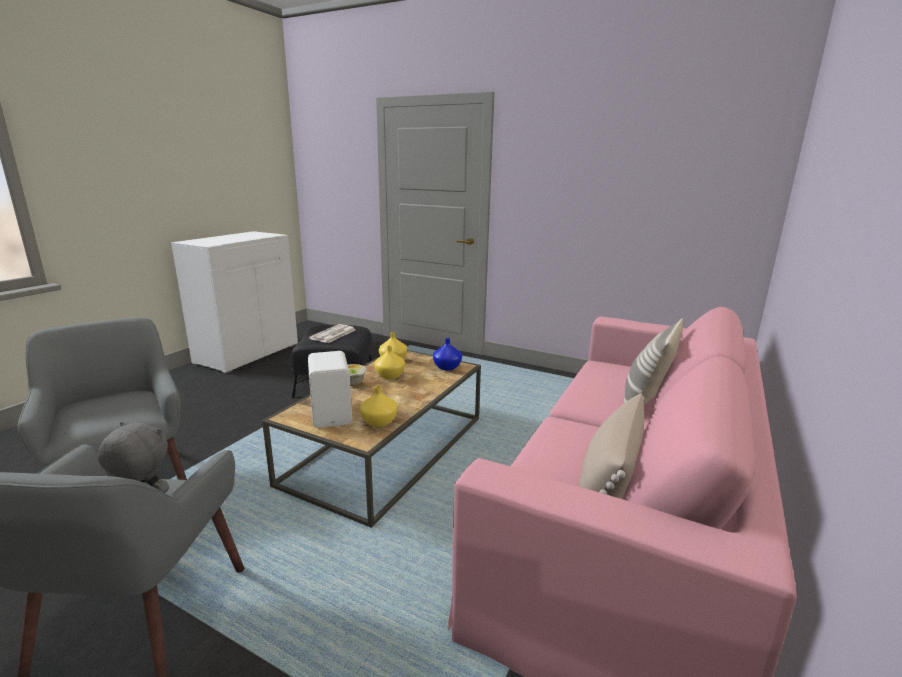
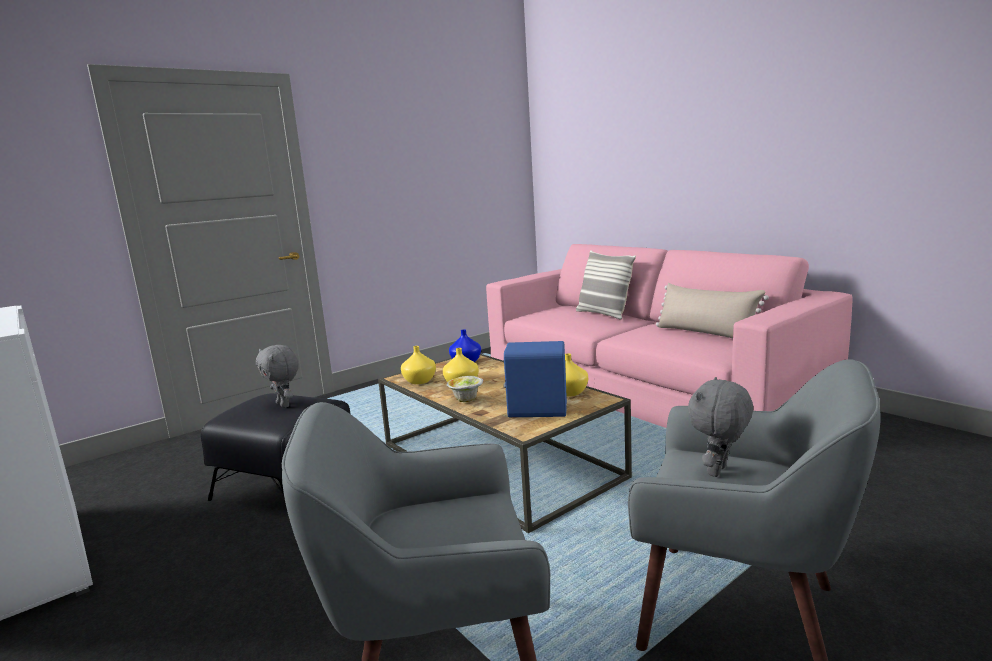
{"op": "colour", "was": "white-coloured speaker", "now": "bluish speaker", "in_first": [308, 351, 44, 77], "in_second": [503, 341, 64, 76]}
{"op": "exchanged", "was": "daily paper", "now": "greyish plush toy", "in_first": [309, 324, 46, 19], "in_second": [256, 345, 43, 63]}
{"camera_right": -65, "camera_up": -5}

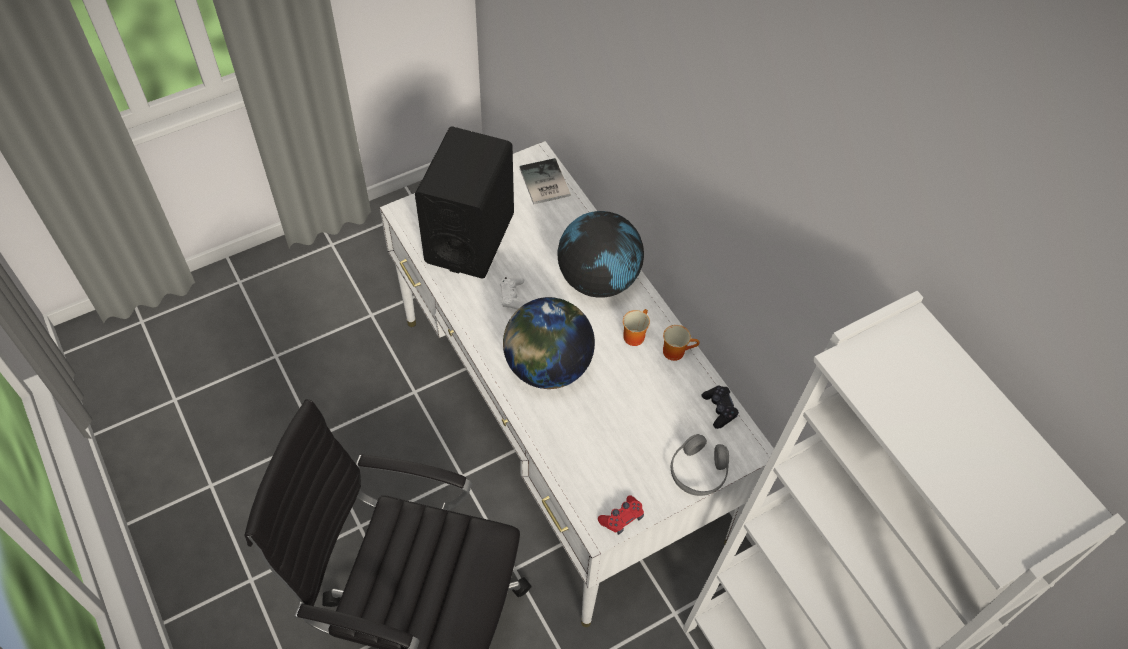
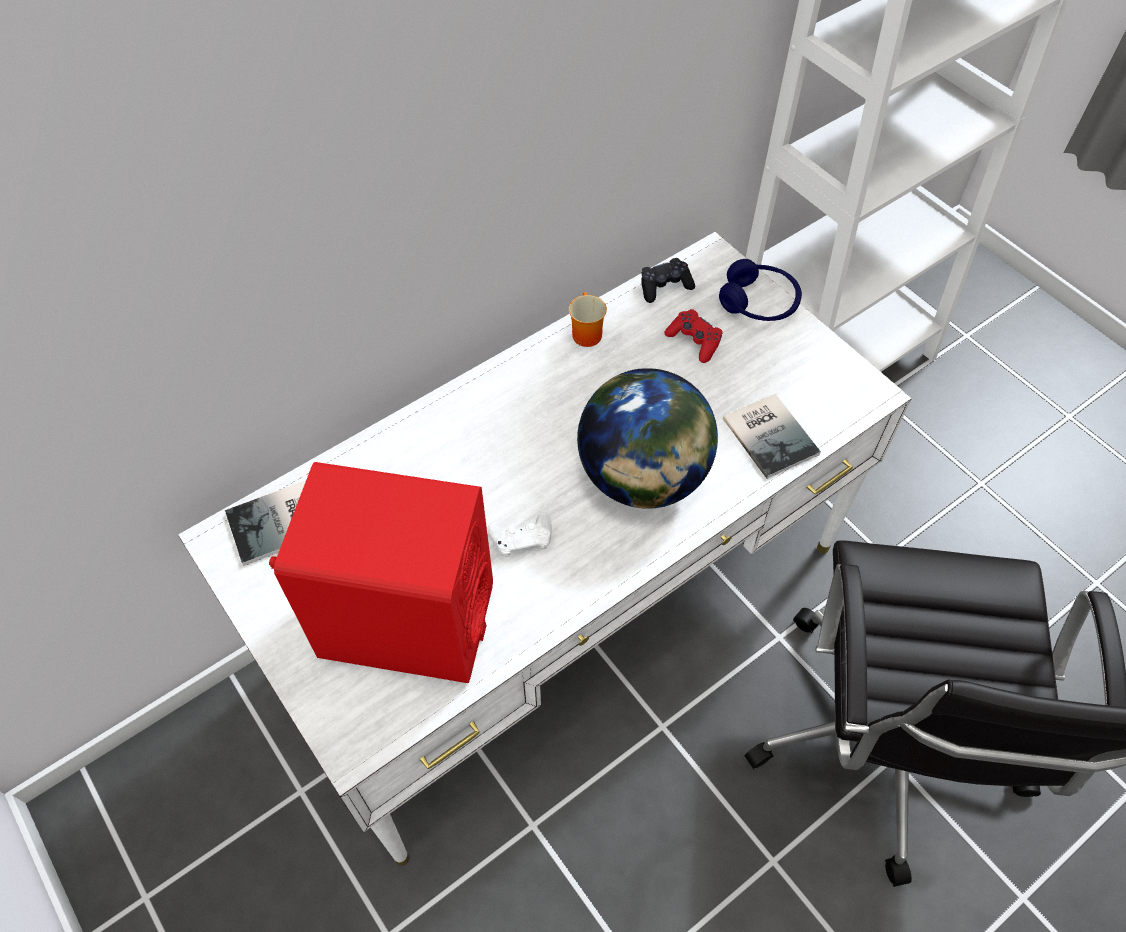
{"op": "colour", "was": "blackish speaker", "now": "red-coloured speaker", "in_first": [415, 126, 99, 152], "in_second": [269, 462, 224, 221]}
{"op": "missing", "was": "globe", "in_first": [557, 211, 87, 87]}
{"op": "relocated", "was": "red-coloured gamepad", "in_first": [598, 495, 46, 40], "in_second": [664, 309, 59, 54]}
{"op": "missing", "was": "mug", "in_first": [623, 309, 27, 37]}
{"op": "colour", "was": "greyish headphones", "now": "bluish headphones", "in_first": [671, 434, 58, 62], "in_second": [719, 259, 83, 62]}
{"op": "appeared", "now": "volume", "in_second": [723, 394, 98, 85]}
{"camera_right": -95, "camera_up": 0}

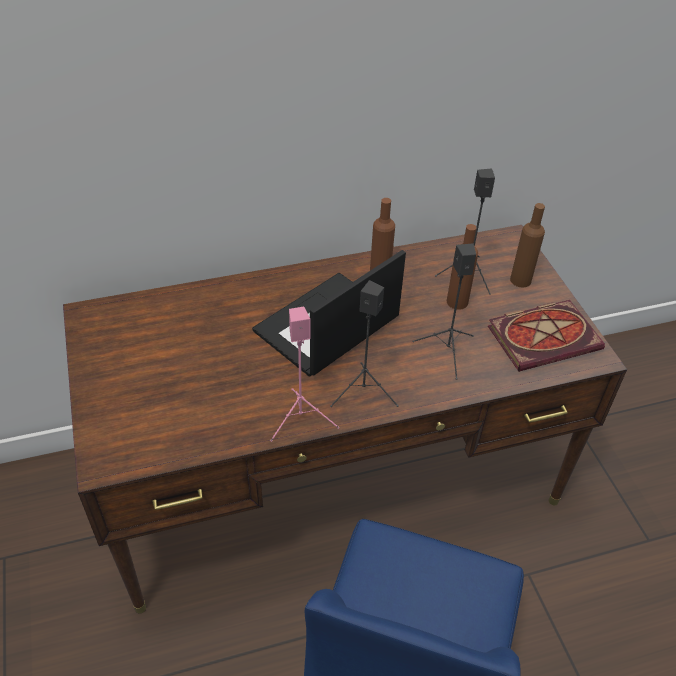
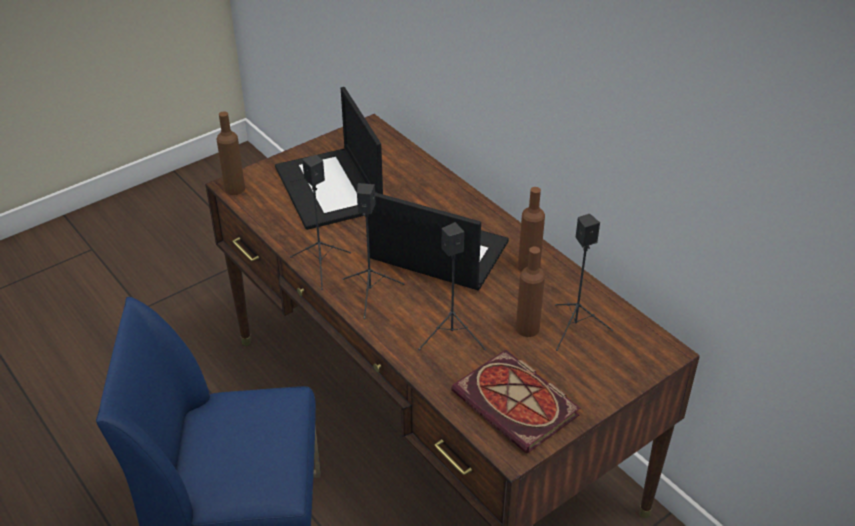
{"op": "colour", "was": "pink-coloured speaker", "now": "blackish speaker", "in_first": [270, 307, 69, 135], "in_second": [290, 155, 61, 135]}
{"op": "relocated", "was": "brownish drink bottle", "in_first": [510, 203, 35, 84], "in_second": [217, 111, 28, 84]}
{"op": "appeared", "now": "notebook computer", "in_second": [275, 87, 108, 143]}
{"camera_right": 70, "camera_up": -5}

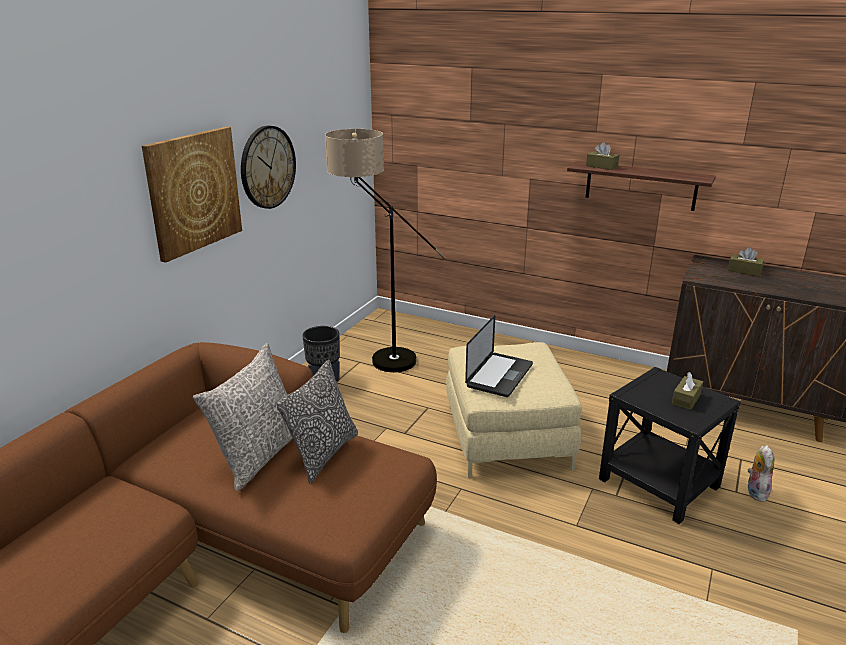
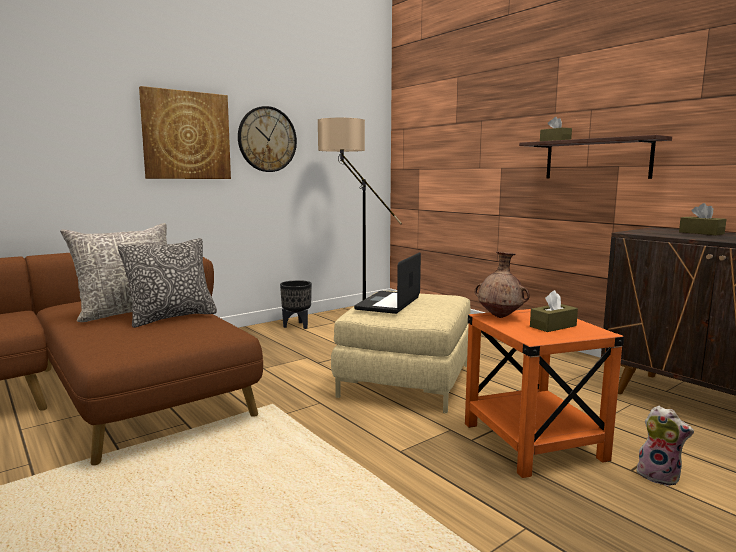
{"op": "spun", "was": "notebook computer", "in_first": [465, 315, 68, 82], "in_second": [354, 252, 67, 62], "clockwise": 150}
{"op": "colour", "was": "blackish side table", "now": "orange-coloured side table", "in_first": [599, 367, 142, 157], "in_second": [465, 309, 159, 169]}
{"op": "spun", "was": "plush toy", "in_first": [746, 445, 28, 57], "in_second": [636, 406, 58, 80], "clockwise": 90}
{"op": "appeared", "now": "brownish flower vase", "in_second": [475, 251, 55, 67]}
{"camera_right": 25, "camera_up": -15}

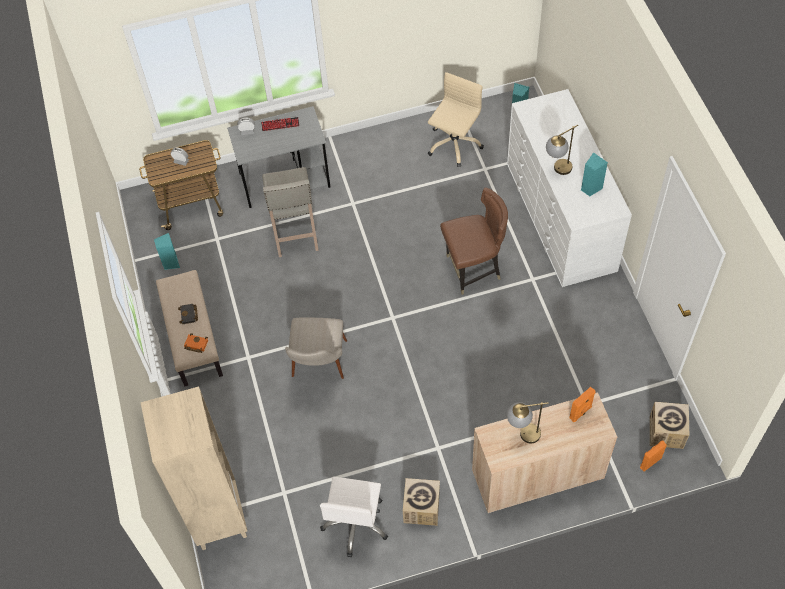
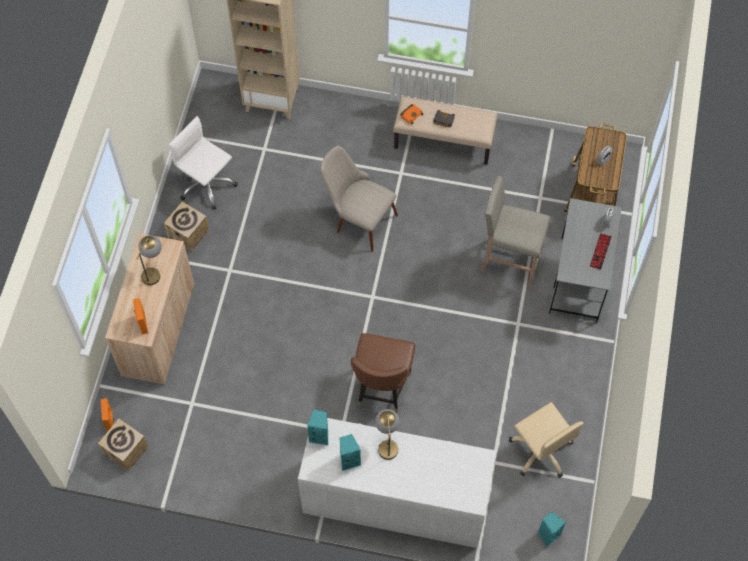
{"op": "relocated", "was": "turquoise-coloured speaker", "in_first": [154, 233, 26, 37], "in_second": [307, 410, 21, 35]}
{"camera_right": 115, "camera_up": 5}

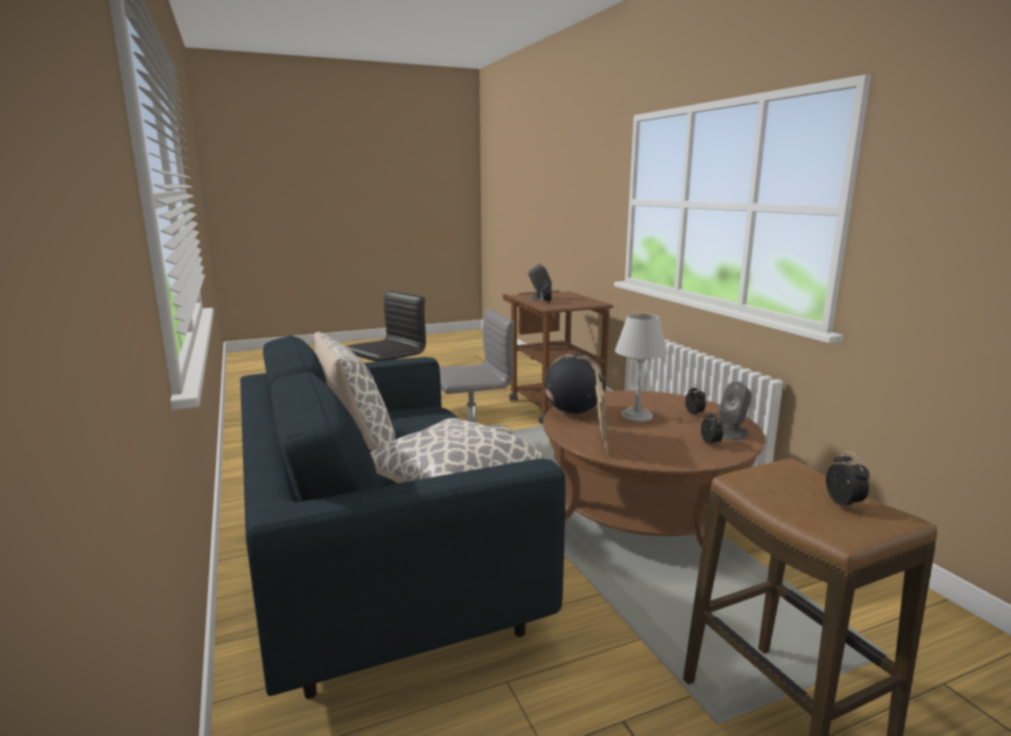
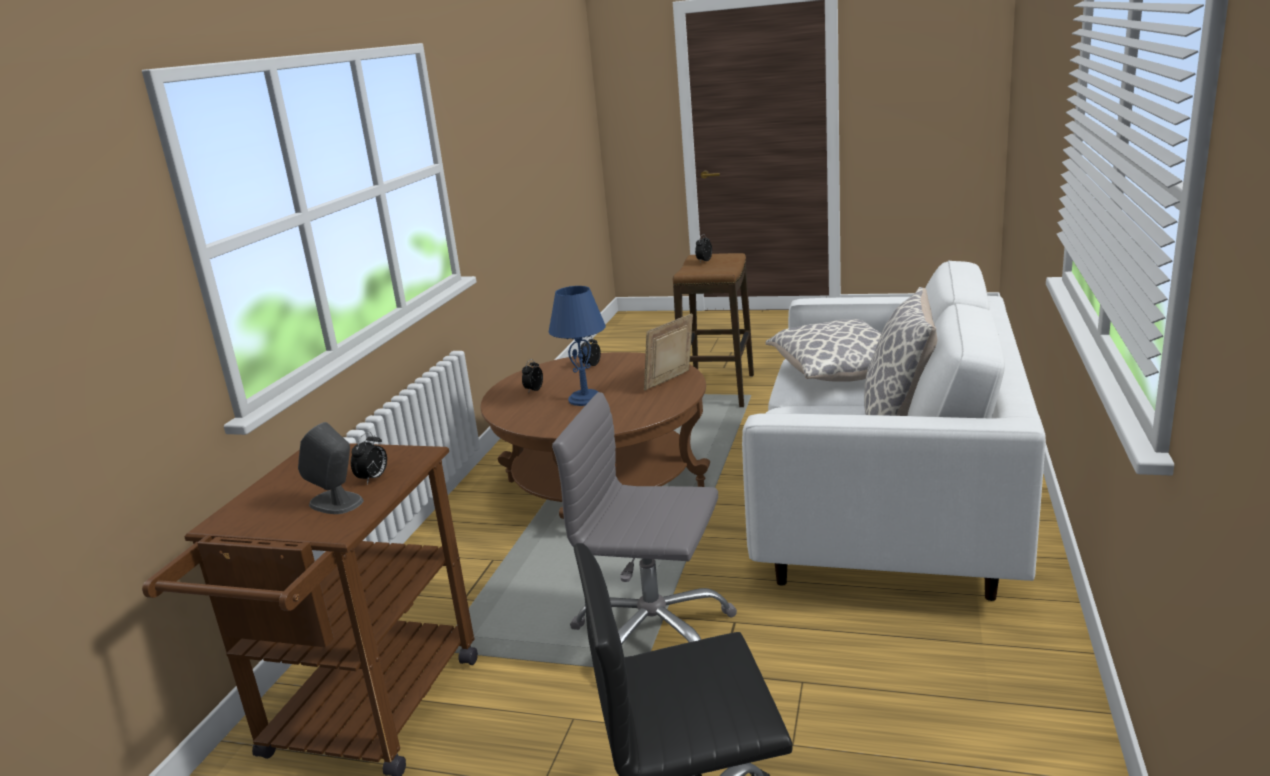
{"op": "colour", "was": "bluish couch", "now": "white-coloured couch", "in_first": [240, 336, 326, 363], "in_second": [742, 260, 304, 341]}
{"op": "missing", "was": "globe", "in_first": [544, 353, 61, 61]}
{"op": "colour", "was": "greyish lamp for a table", "now": "bluish lamp for a table", "in_first": [615, 314, 53, 108], "in_second": [549, 286, 57, 120]}
{"op": "missing", "was": "greyish speaker", "in_first": [719, 381, 32, 59]}
{"camera_right": -140, "camera_up": 5}

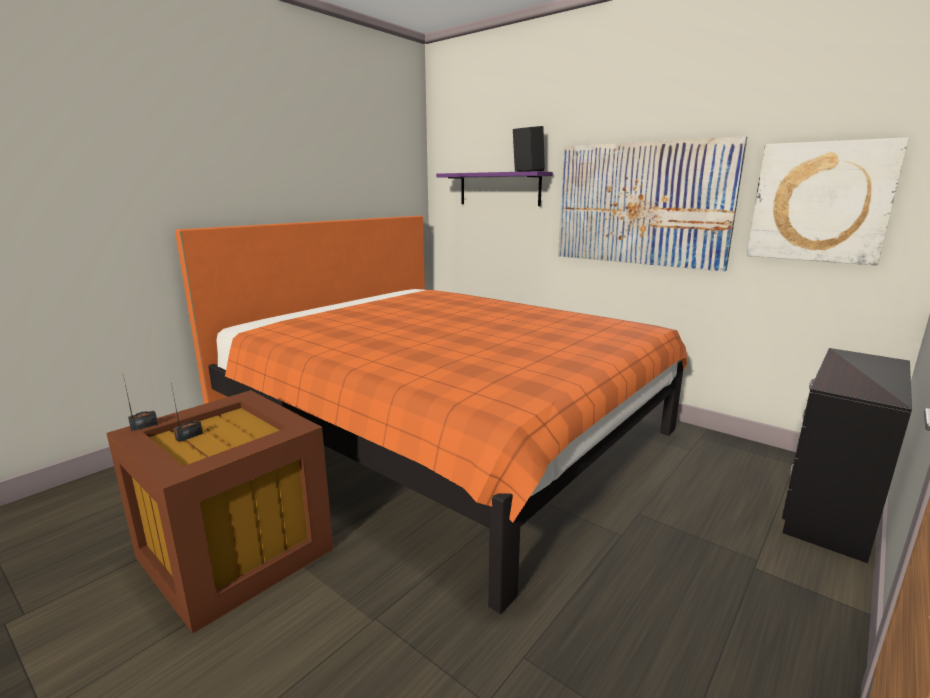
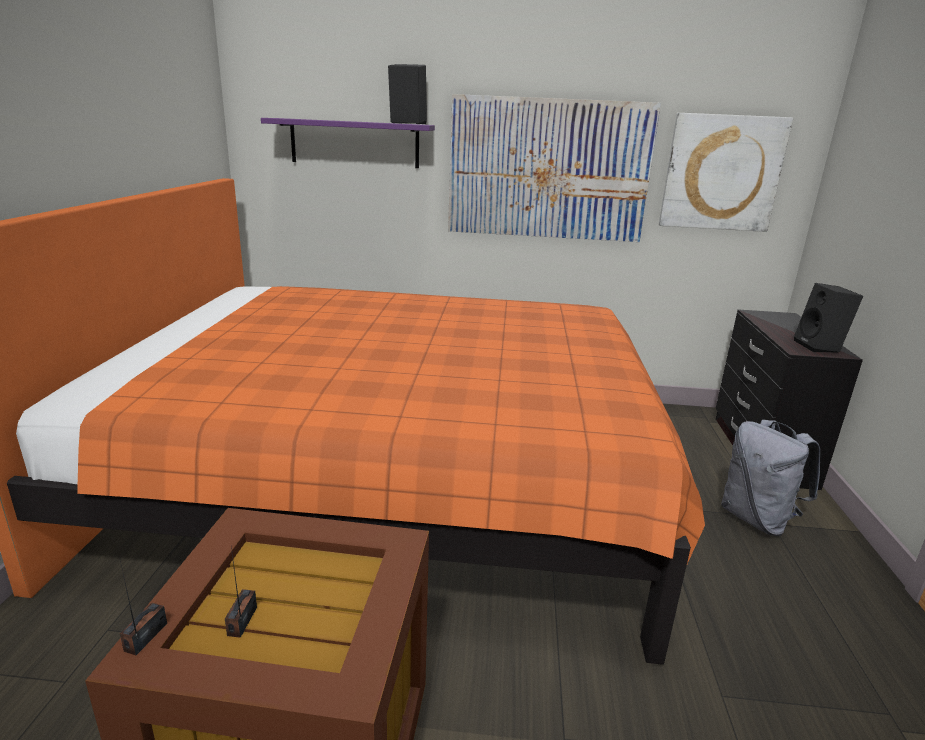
{"op": "appeared", "now": "greyish knapsack", "in_second": [721, 419, 99, 117]}
{"op": "appeared", "now": "blackish speaker", "in_second": [794, 283, 69, 70]}
{"camera_right": -35, "camera_up": 5}

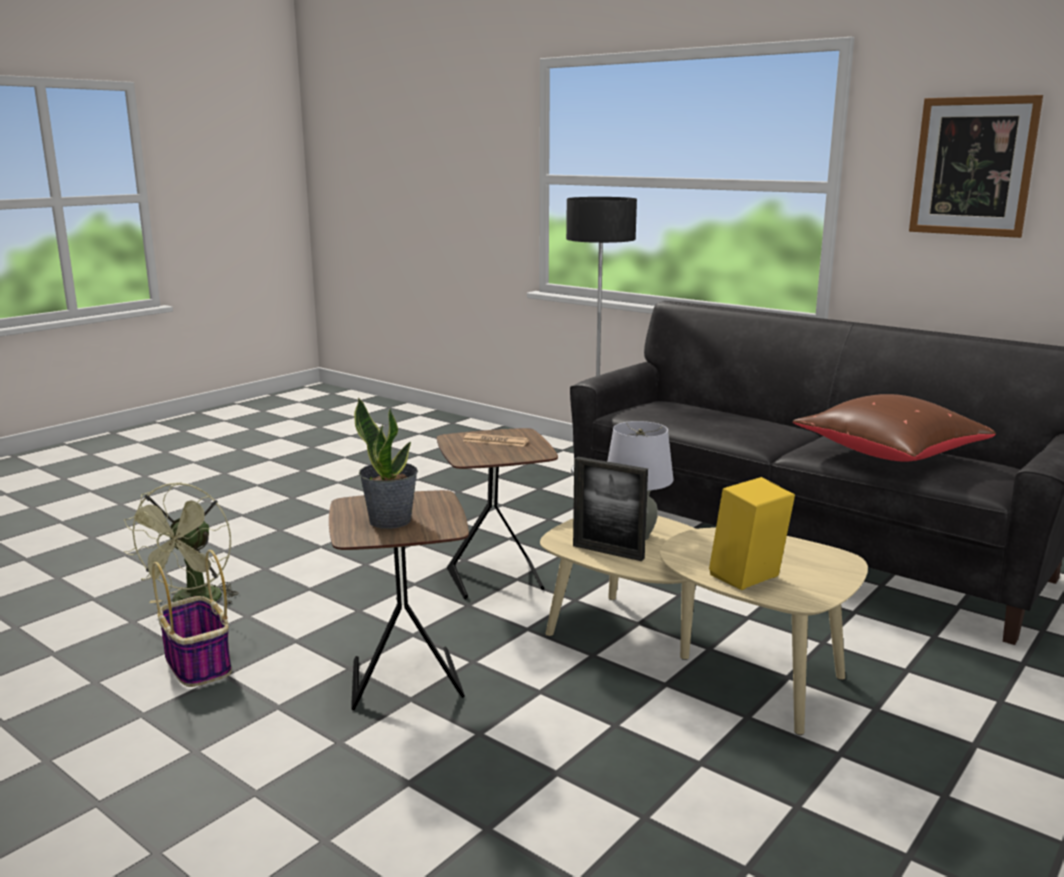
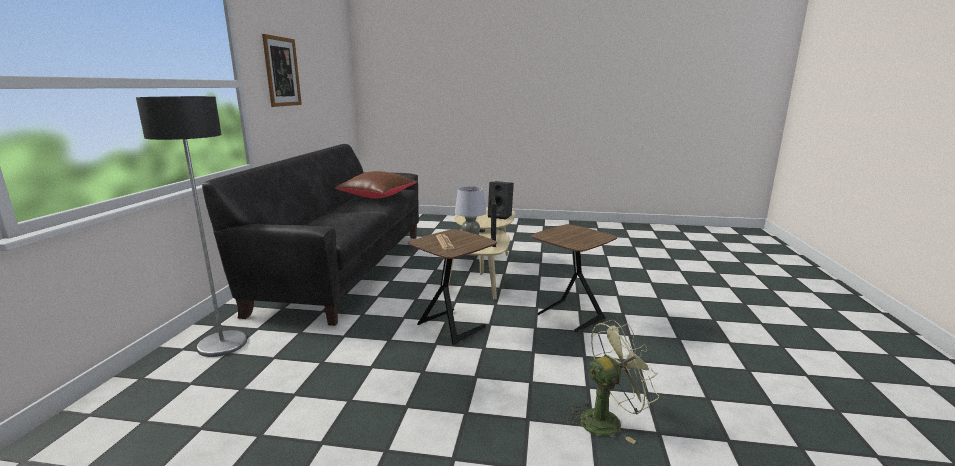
{"op": "missing", "was": "basket", "in_first": [152, 550, 80, 137]}
{"op": "missing", "was": "potted plant", "in_first": [354, 397, 64, 132]}
{"op": "colour", "was": "yellowish speaker", "now": "blackish speaker", "in_first": [709, 477, 86, 113], "in_second": [488, 181, 26, 38]}
{"camera_right": -120, "camera_up": 0}

